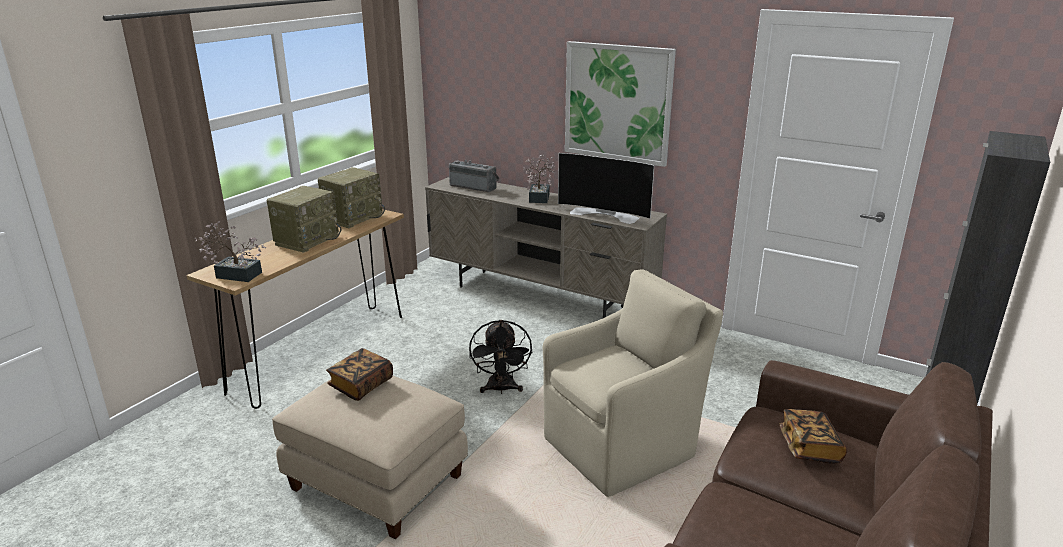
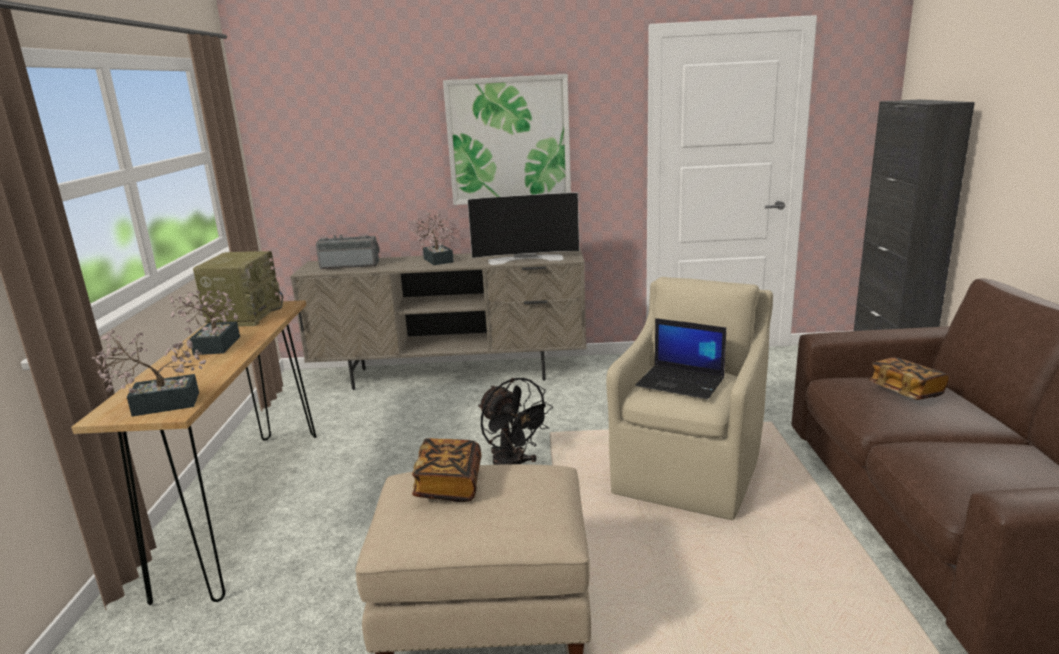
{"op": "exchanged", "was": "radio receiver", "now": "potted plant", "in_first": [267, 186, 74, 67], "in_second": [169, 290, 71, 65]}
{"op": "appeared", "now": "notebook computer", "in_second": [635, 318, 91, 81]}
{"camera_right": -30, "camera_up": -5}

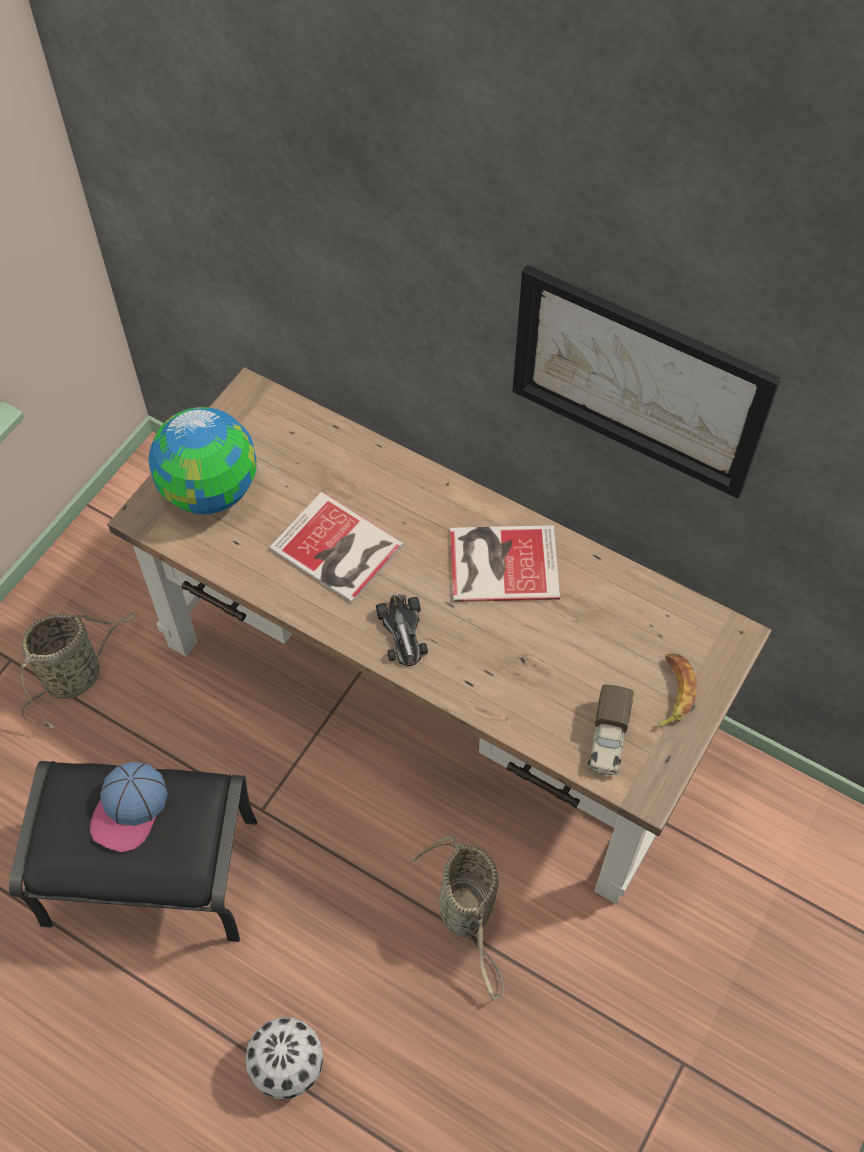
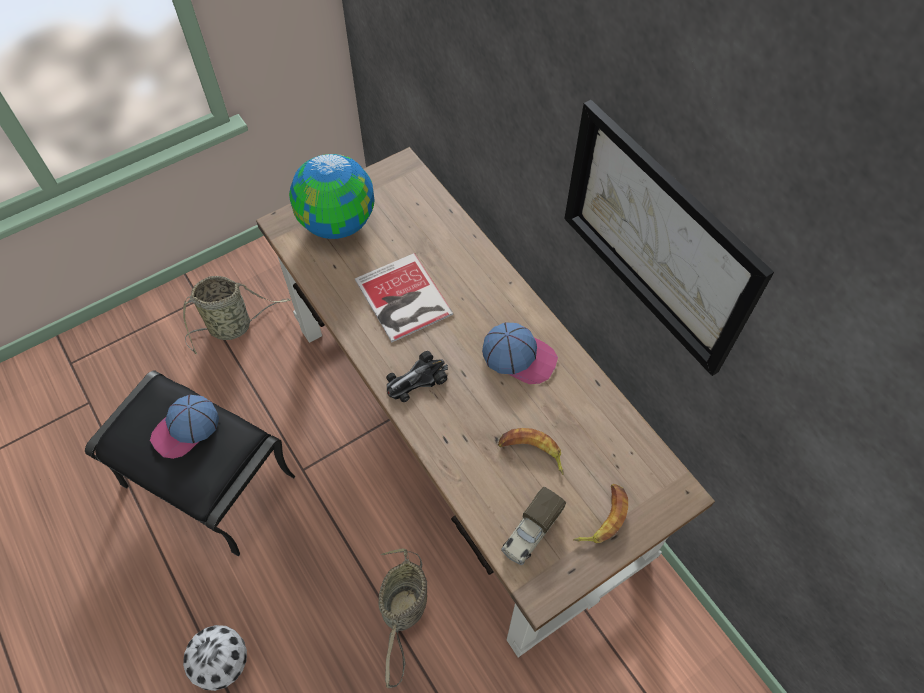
{"op": "spun", "was": "miniature car", "in_first": [376, 594, 52, 72], "in_second": [386, 351, 62, 51], "clockwise": 45}
{"op": "exchanged", "was": "volume", "now": "baseball cap", "in_first": [450, 525, 110, 77], "in_second": [482, 322, 76, 62]}
{"op": "appeared", "now": "banana", "in_second": [498, 428, 66, 47]}
{"camera_right": 25, "camera_up": 0}

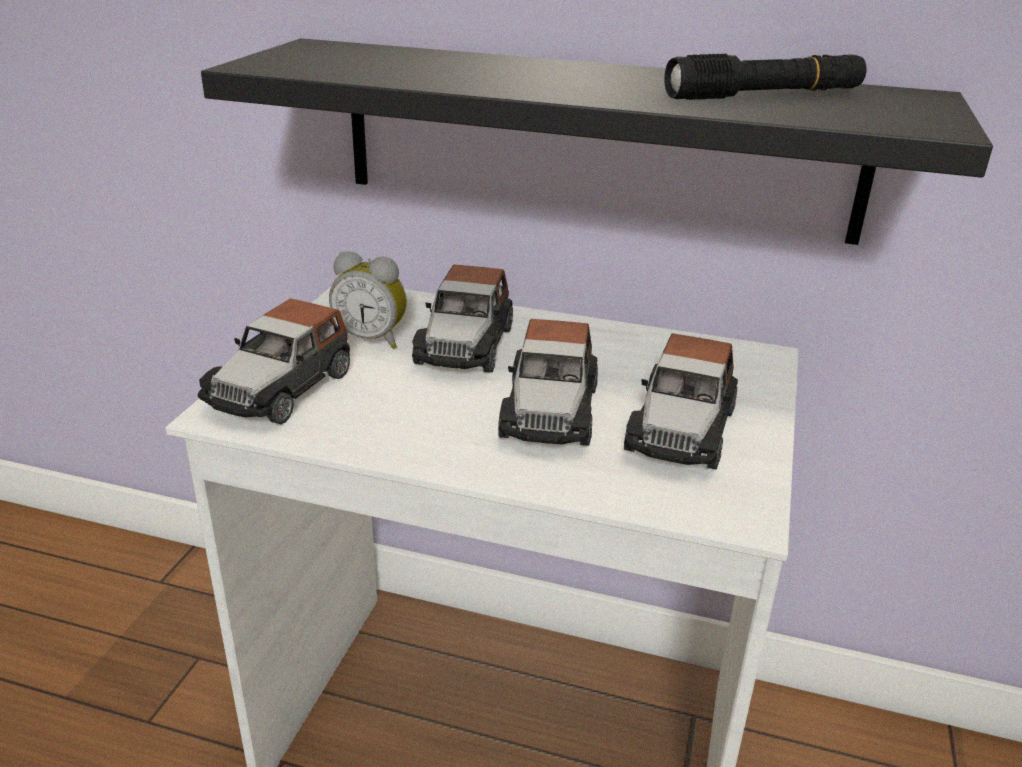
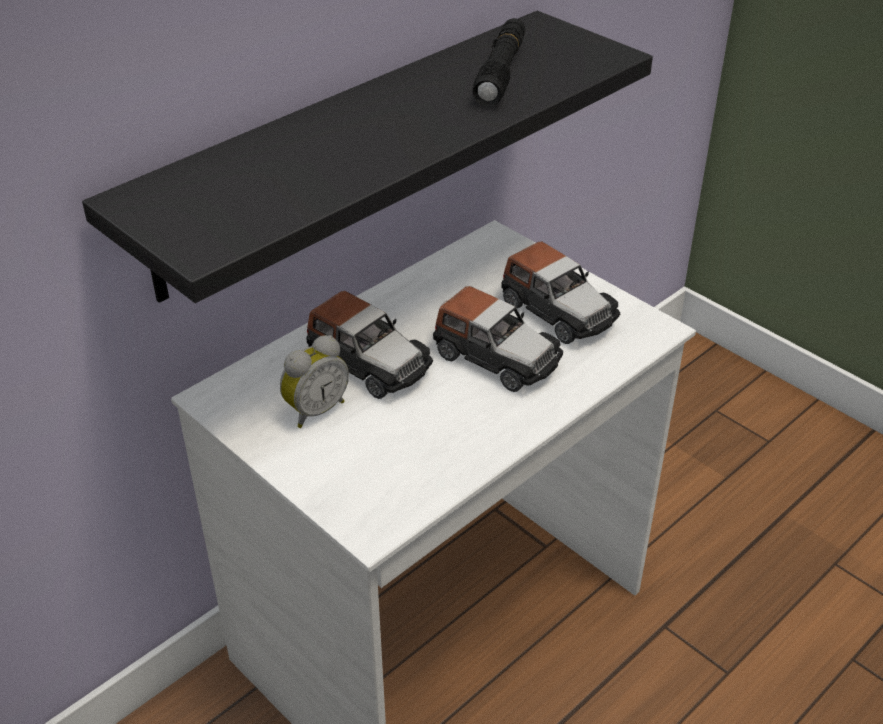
{"op": "missing", "was": "miniature car", "in_first": [198, 298, 152, 126]}
{"camera_right": -60, "camera_up": 10}

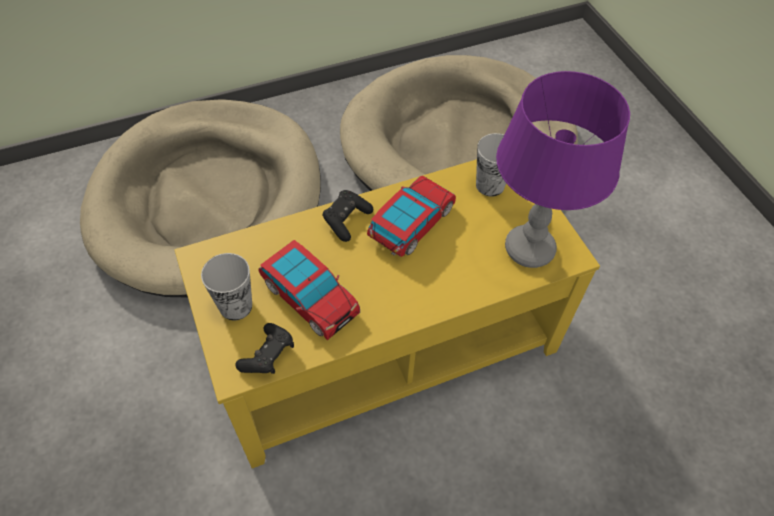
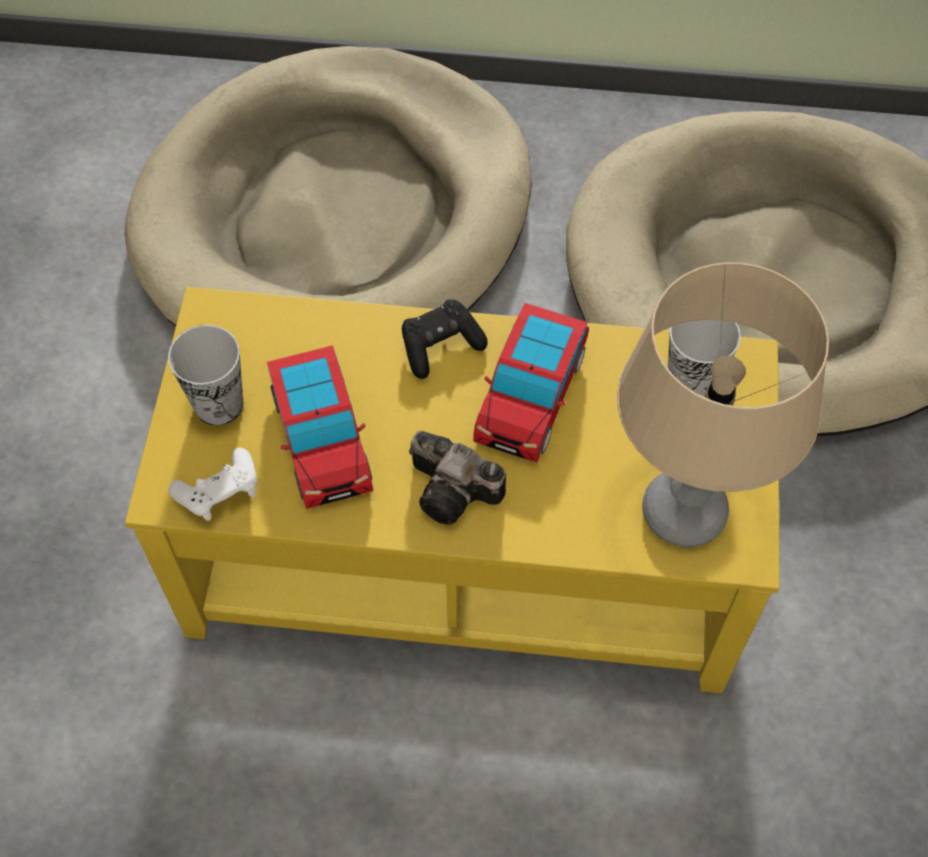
{"op": "colour", "was": "blackish gamepad", "now": "white-coloured gamepad", "in_first": [235, 323, 59, 51], "in_second": [169, 448, 88, 73]}
{"op": "spun", "was": "miniature car", "in_first": [367, 176, 89, 81], "in_second": [473, 303, 116, 160], "clockwise": 135}
{"op": "colour", "was": "purple-coloured lamp for a table", "now": "sand-coloured lamp for a table", "in_first": [496, 71, 134, 197], "in_second": [617, 262, 212, 285]}
{"op": "appeared", "now": "still camera", "in_second": [409, 431, 97, 94]}
{"camera_right": 30, "camera_up": 5}

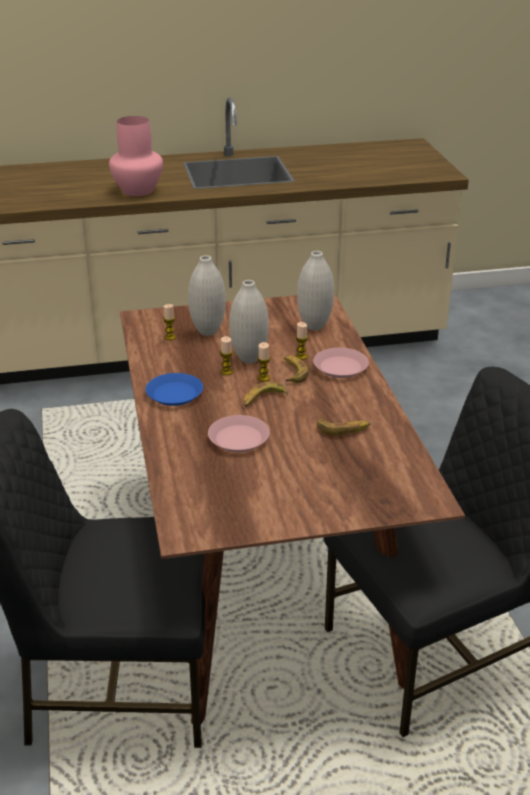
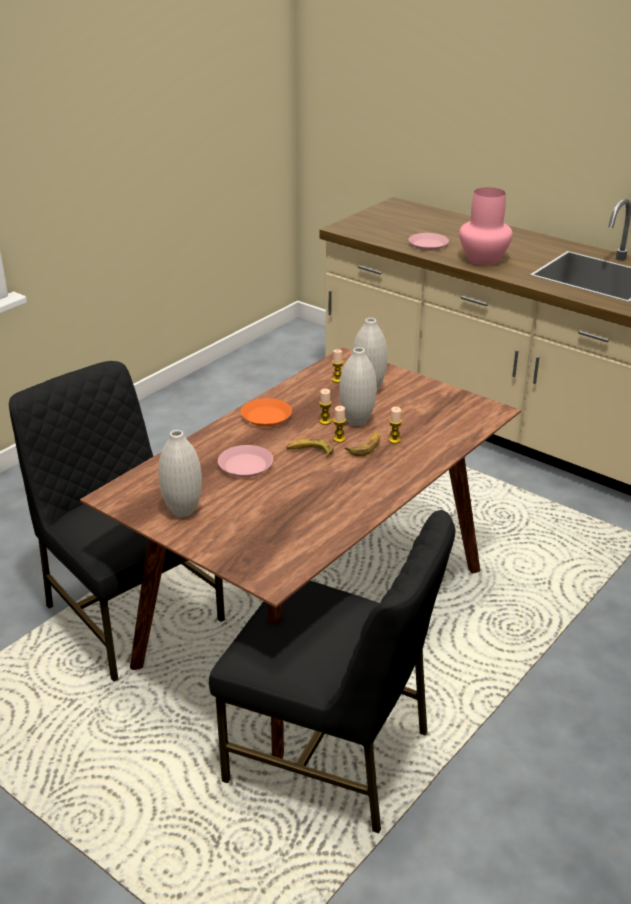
{"op": "colour", "was": "bluish dinner plate", "now": "orange-coloured dinner plate", "in_first": [145, 373, 58, 33], "in_second": [241, 398, 51, 29]}
{"op": "relocated", "was": "white-coloured flower vase", "in_first": [297, 251, 37, 79], "in_second": [158, 430, 44, 87]}
{"op": "relocated", "was": "pink-coloured dinner plate", "in_first": [313, 348, 56, 30], "in_second": [408, 233, 41, 18]}
{"op": "missing", "was": "banana", "in_first": [317, 417, 54, 18]}
{"camera_right": 50, "camera_up": 0}

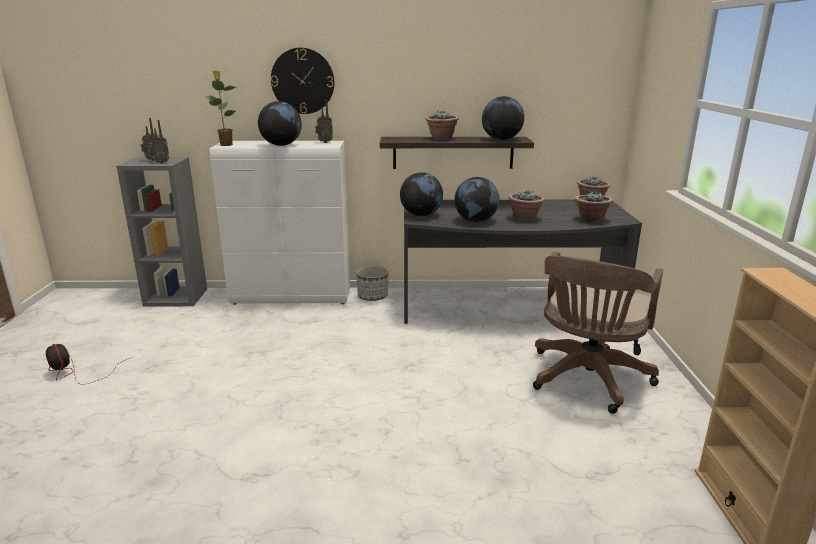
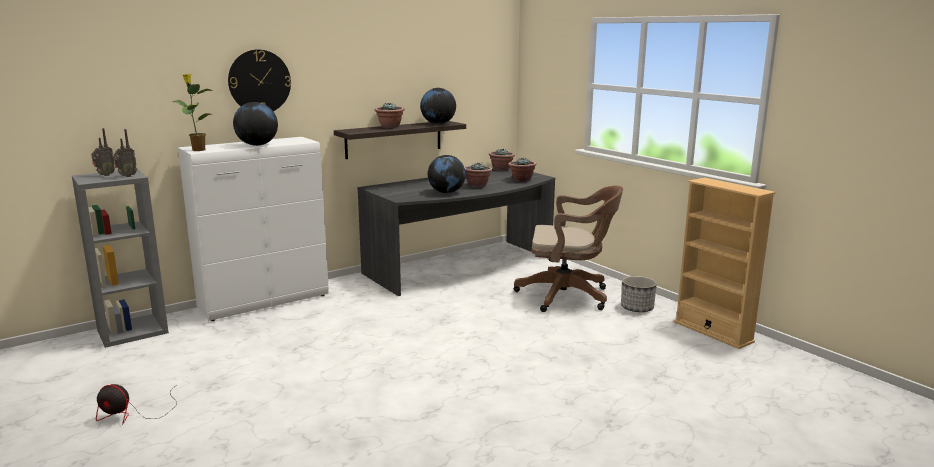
{"op": "missing", "was": "radio receiver", "in_first": [315, 100, 18, 43]}
{"op": "relocated", "was": "plant pot", "in_first": [356, 266, 32, 35], "in_second": [621, 276, 36, 36]}
{"op": "missing", "was": "globe", "in_first": [400, 172, 43, 44]}
{"op": "spun", "was": "brownish office chair", "in_first": [533, 251, 130, 163], "in_second": [514, 186, 109, 126], "clockwise": -75}
{"camera_right": -35, "camera_up": -5}

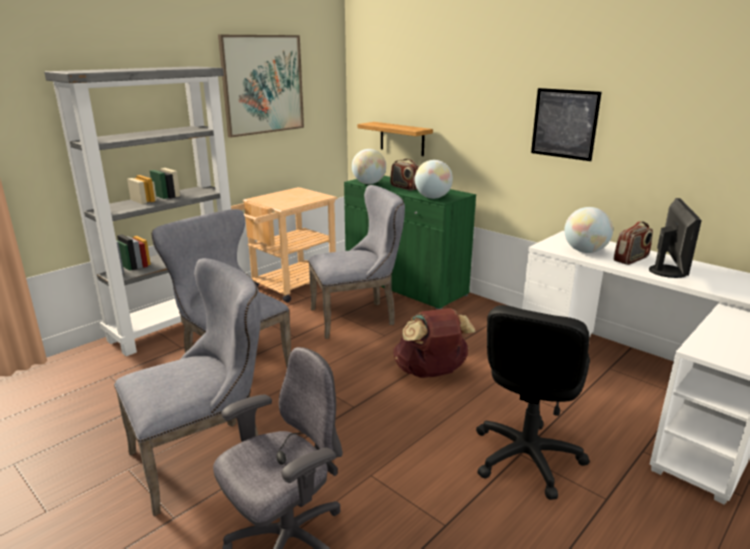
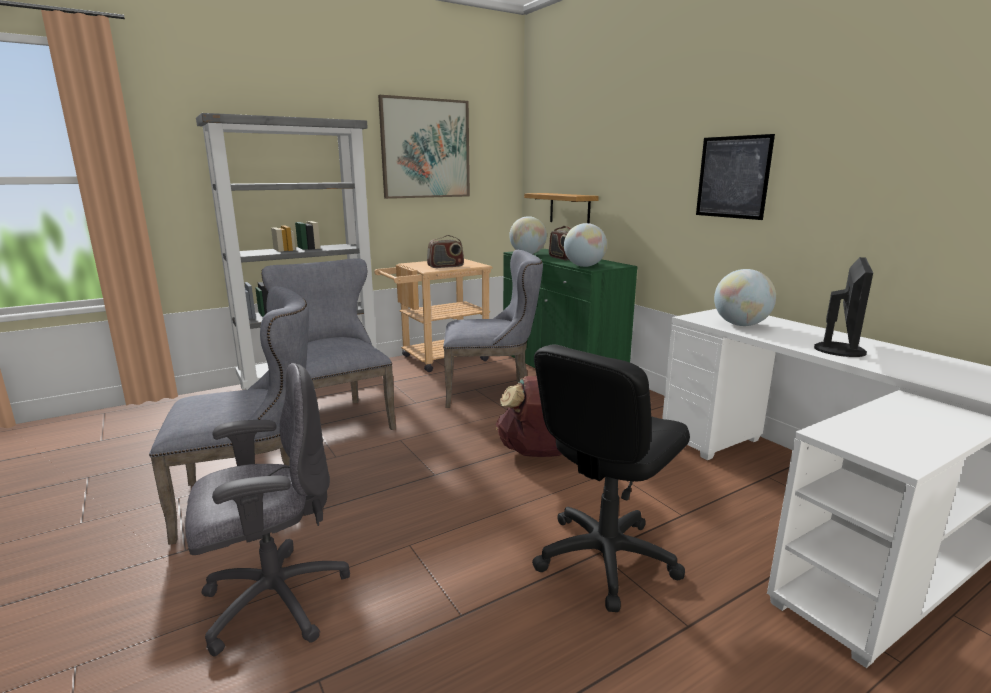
{"op": "relocated", "was": "radio receiver", "in_first": [614, 221, 39, 44], "in_second": [427, 235, 37, 33]}
{"camera_right": 15, "camera_up": -5}

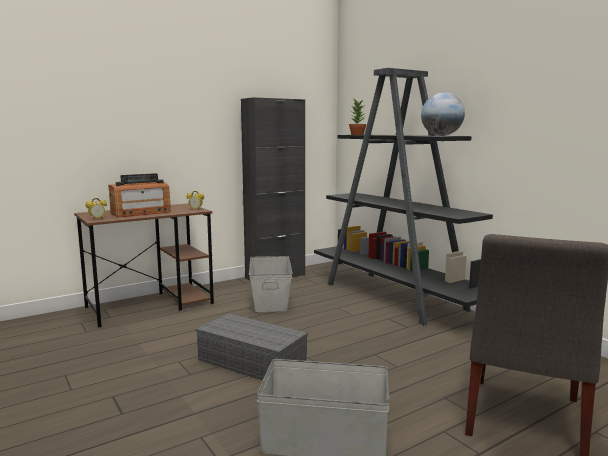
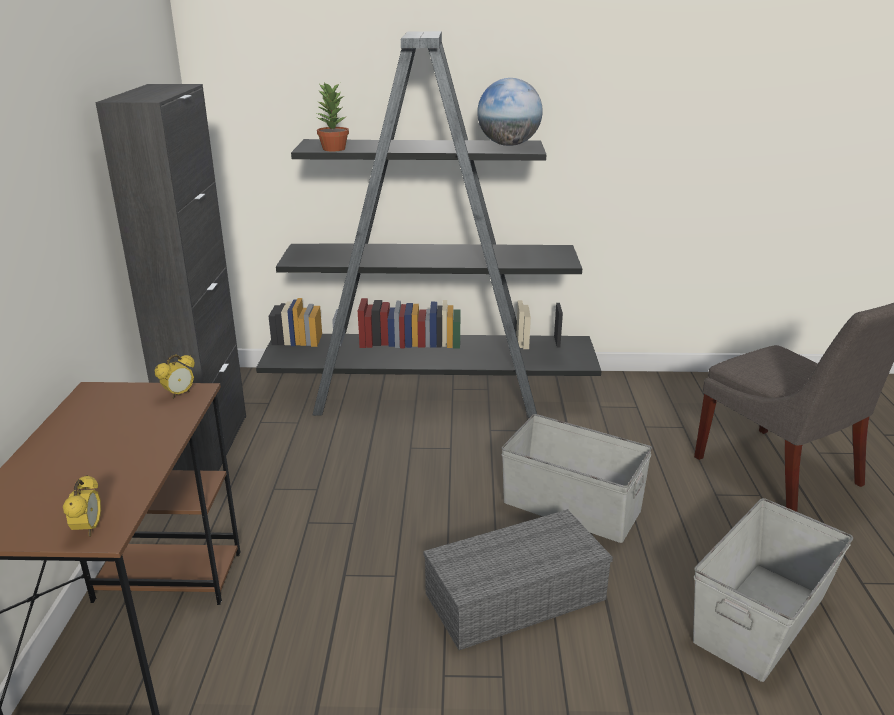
{"op": "missing", "was": "radio receiver", "in_first": [109, 173, 62, 44]}
{"op": "relocated", "was": "greyish storage bin", "in_first": [249, 256, 44, 56], "in_second": [501, 414, 151, 129]}
{"camera_right": -55, "camera_up": 15}

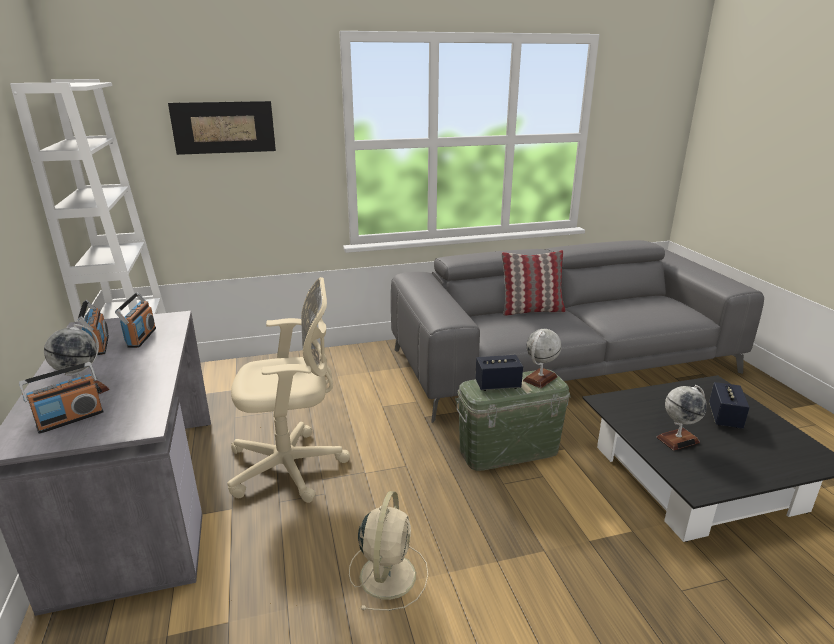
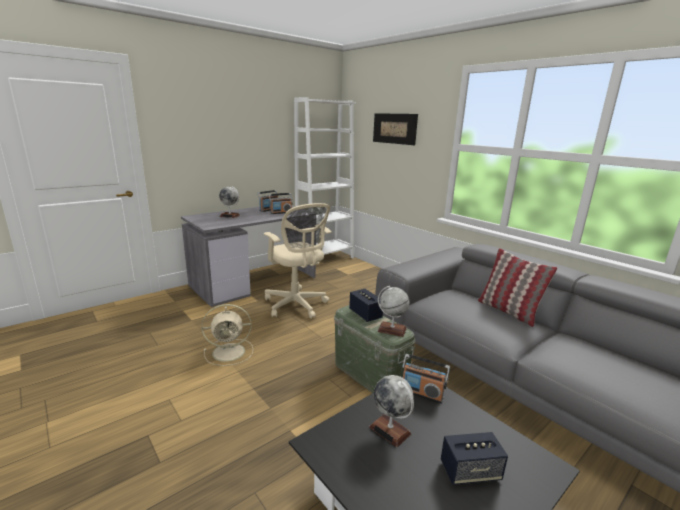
{"op": "relocated", "was": "radio receiver", "in_first": [19, 362, 85, 72], "in_second": [402, 354, 48, 49]}
{"camera_right": 65, "camera_up": -5}

